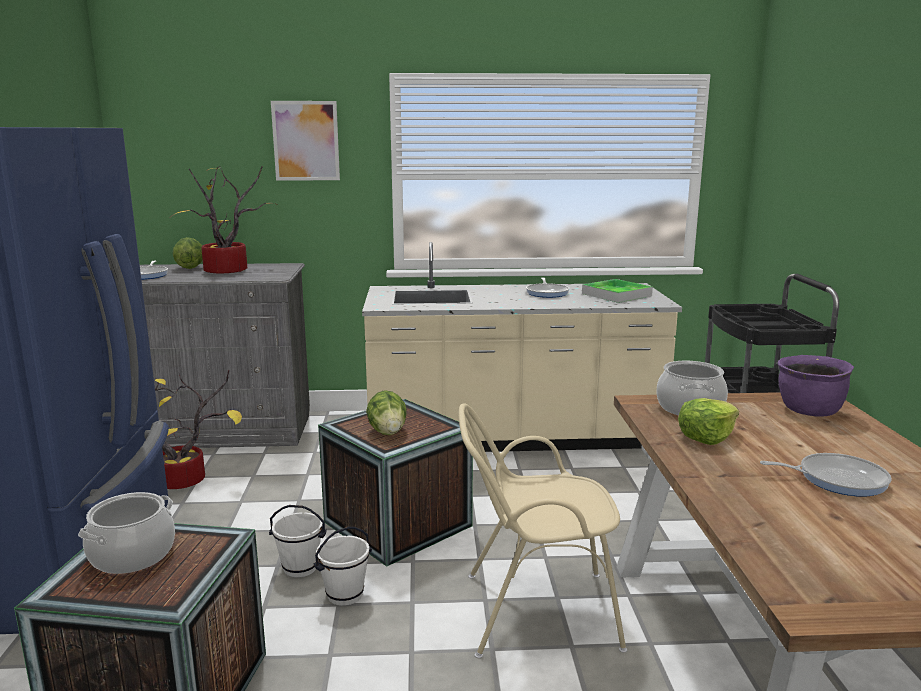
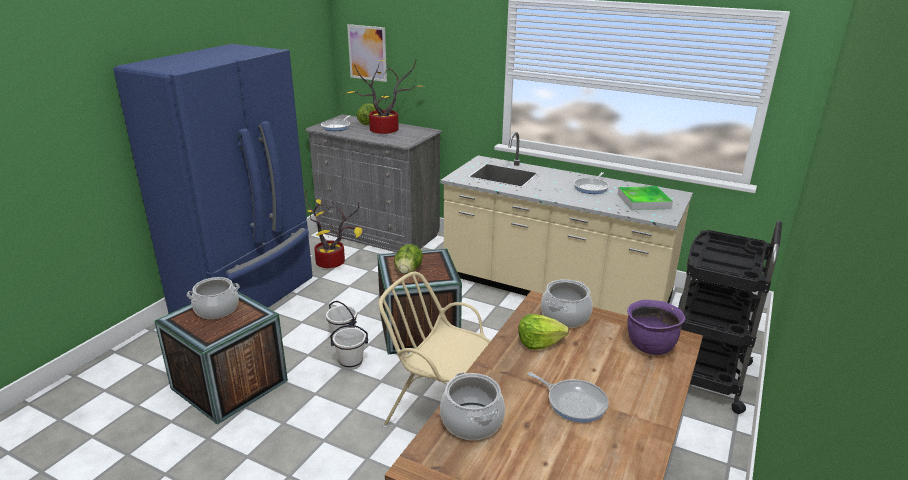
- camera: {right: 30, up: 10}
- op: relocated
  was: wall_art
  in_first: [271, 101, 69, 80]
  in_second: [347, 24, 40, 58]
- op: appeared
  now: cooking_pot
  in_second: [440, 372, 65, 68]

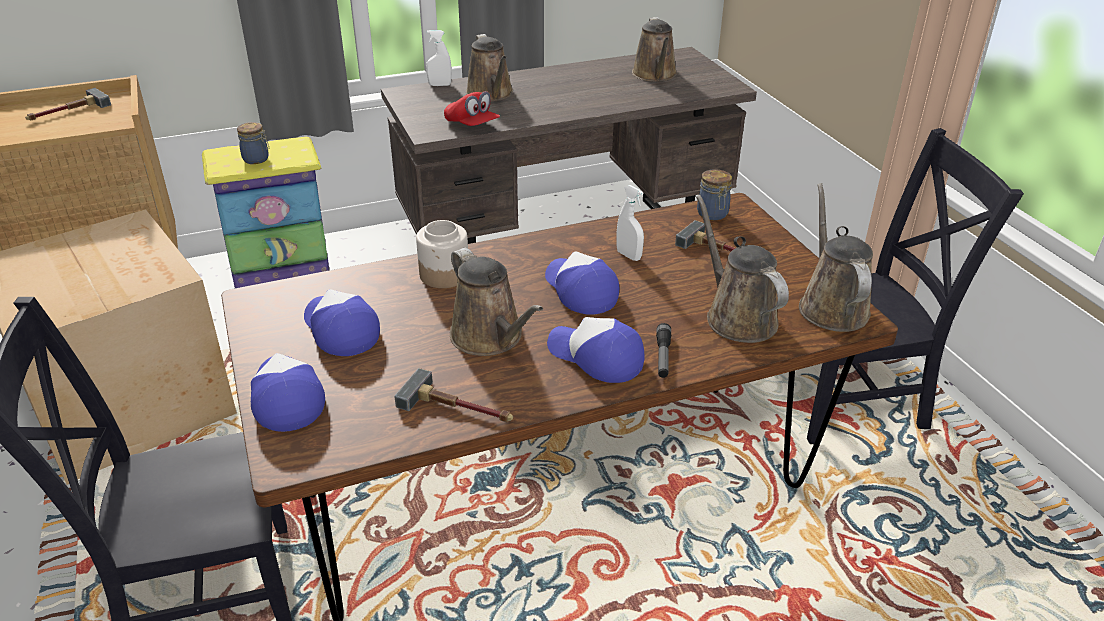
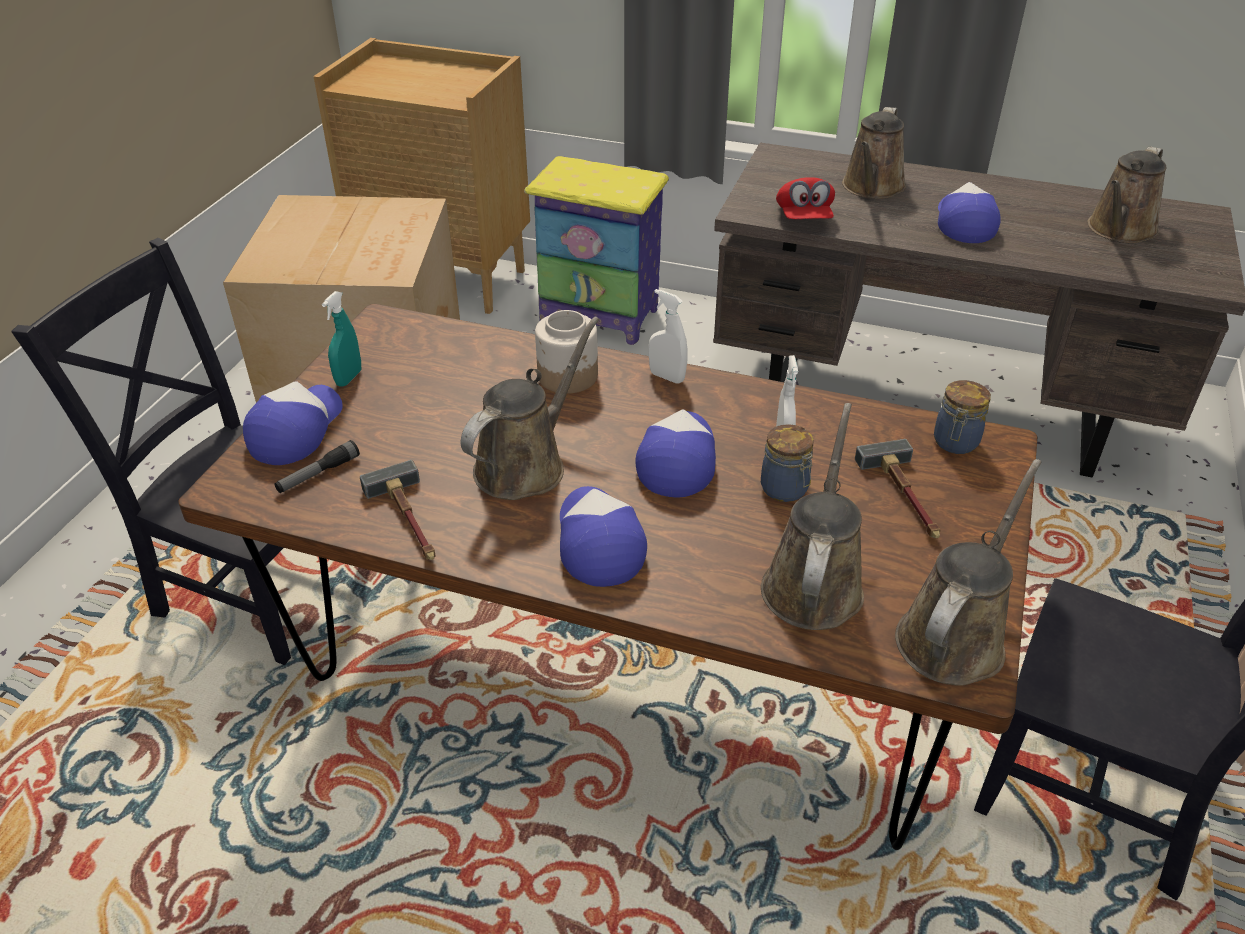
- camera: {right: 40, up: 5}
- op: relocated
  was: flashlight
  in_first: [656, 323, 15, 55]
  in_second: [275, 440, 85, 53]
- op: appeared
  now: turquoise-coloured_spray_bottle
  in_second: [322, 291, 39, 96]
- op: spun
  was: brown-coloured_sprinkling_can
  in_first: [450, 248, 93, 108]
  in_second: [461, 317, 138, 183]
  clockwise: -150
- op: relocated
  was: white-coloured_spray_bottle
  in_first: [426, 30, 26, 56]
  in_second: [649, 289, 39, 95]
- op: relocated
  was: jar
  in_first: [237, 122, 32, 42]
  in_second: [761, 424, 53, 78]
- op: relocated
  was: baseball_cap
  in_first: [304, 289, 76, 67]
  in_second: [938, 182, 63, 61]
- op: missing
  was: hammer
  in_first: [25, 88, 86, 33]

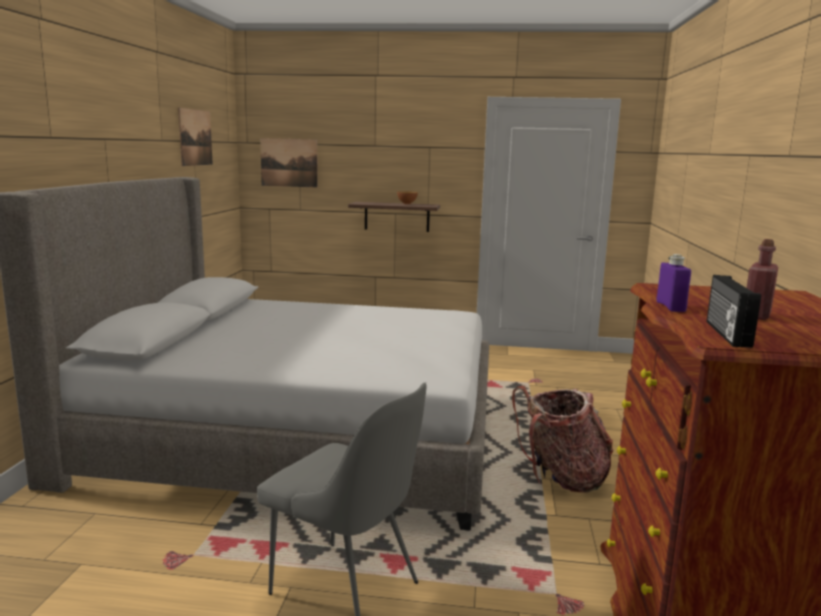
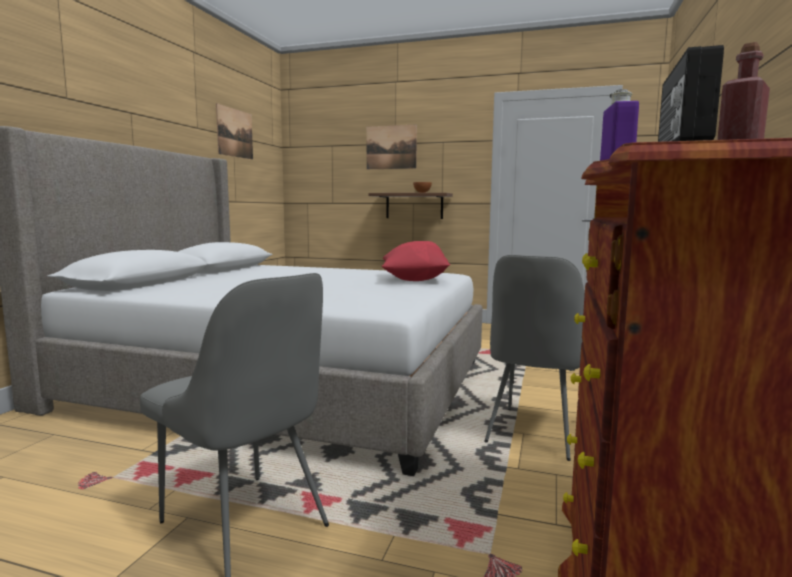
- camera: {right: 10, up: -5}
- op: relocated
  was: wall_art
  in_first: [260, 138, 58, 49]
  in_second: [367, 124, 50, 45]
- op: appeared
  now: red-coloured_throw_pillow
  in_second: [382, 241, 68, 40]
- op: exchanged
  was: knapsack
  now: greyish_upright_chair
  in_first: [512, 386, 102, 107]
  in_second: [484, 255, 101, 206]

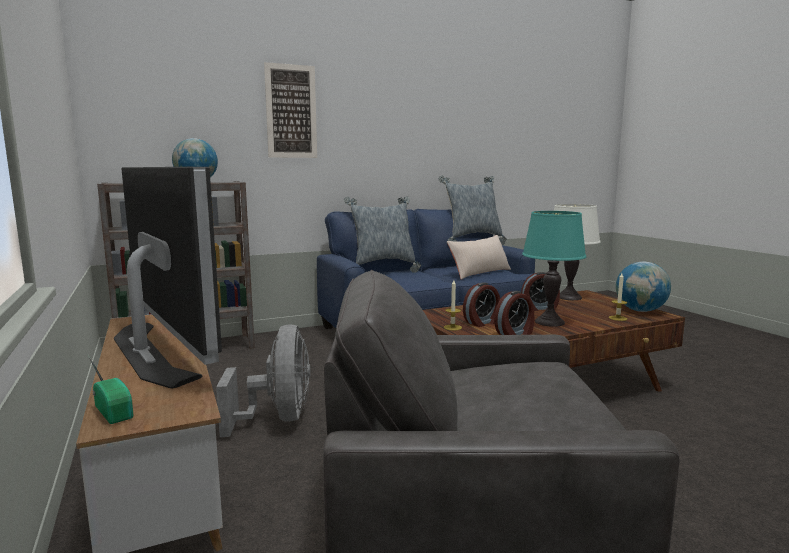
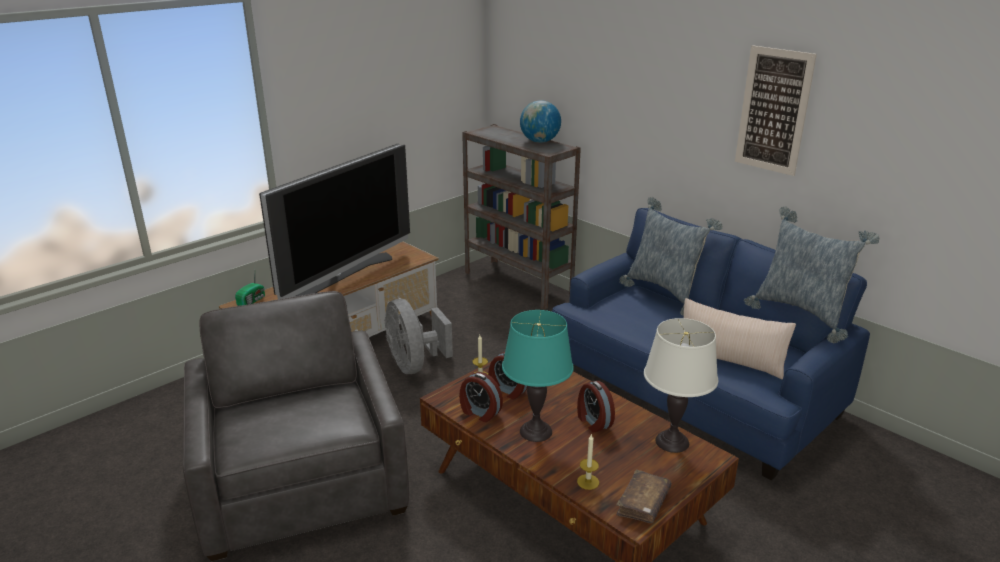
- camera: {right: 70, up: 15}
- op: spun
  was: greyish_fan
  in_first: [216, 324, 94, 113]
  in_second: [385, 299, 68, 75]
  clockwise: 90
- op: exchanged
  was: globe
  now: brown-coloured_volume
  in_first: [616, 262, 55, 50]
  in_second: [616, 470, 55, 53]
- op: relocated
  was: wall_art
  in_first: [264, 62, 53, 96]
  in_second: [735, 45, 82, 131]

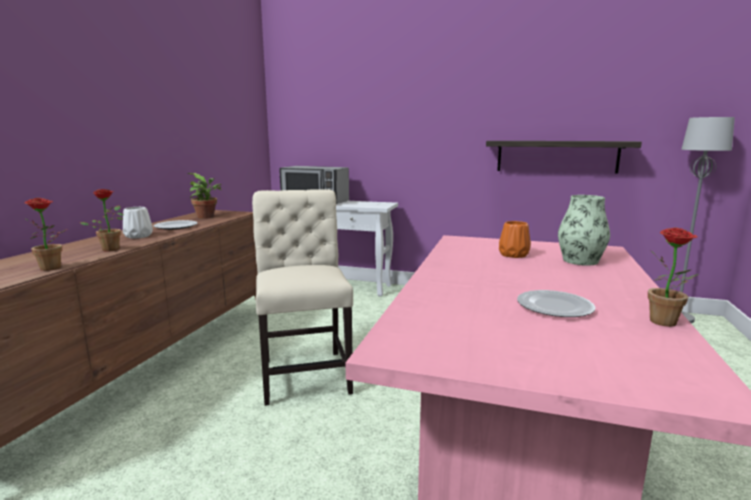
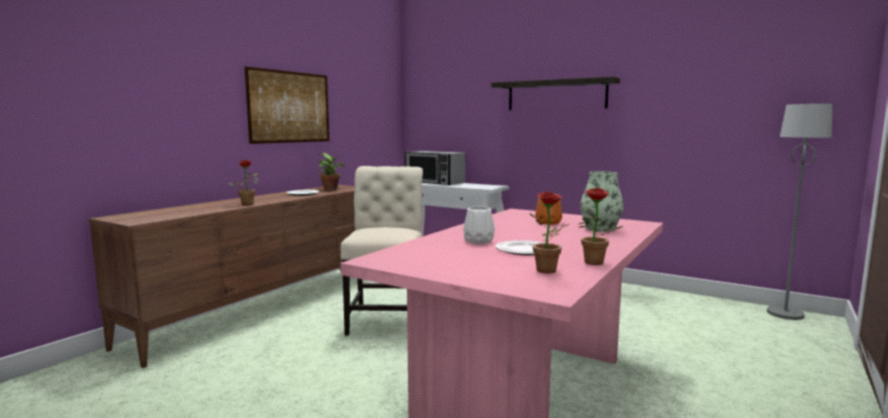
- camera: {right: 15, up: -5}
- op: appeared
  now: wall_art
  in_second: [245, 66, 84, 78]
- op: relocated
  was: white-coloured_vase
  in_first: [123, 207, 30, 32]
  in_second: [463, 207, 32, 37]
- op: relocated
  was: shelf
  in_first: [486, 141, 156, 33]
  in_second: [491, 76, 129, 34]
- op: relocated
  was: potted_plant
  in_first: [24, 198, 43, 73]
  in_second: [529, 192, 40, 81]

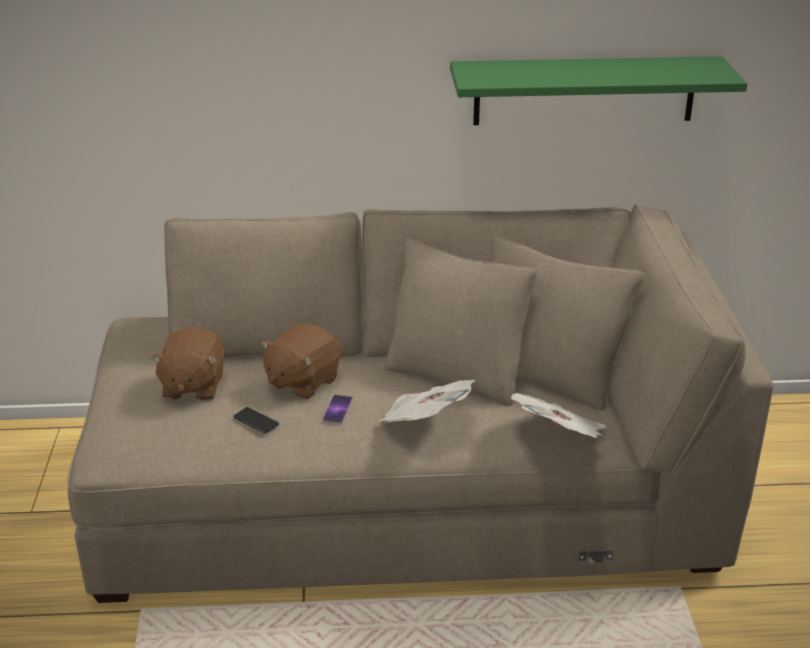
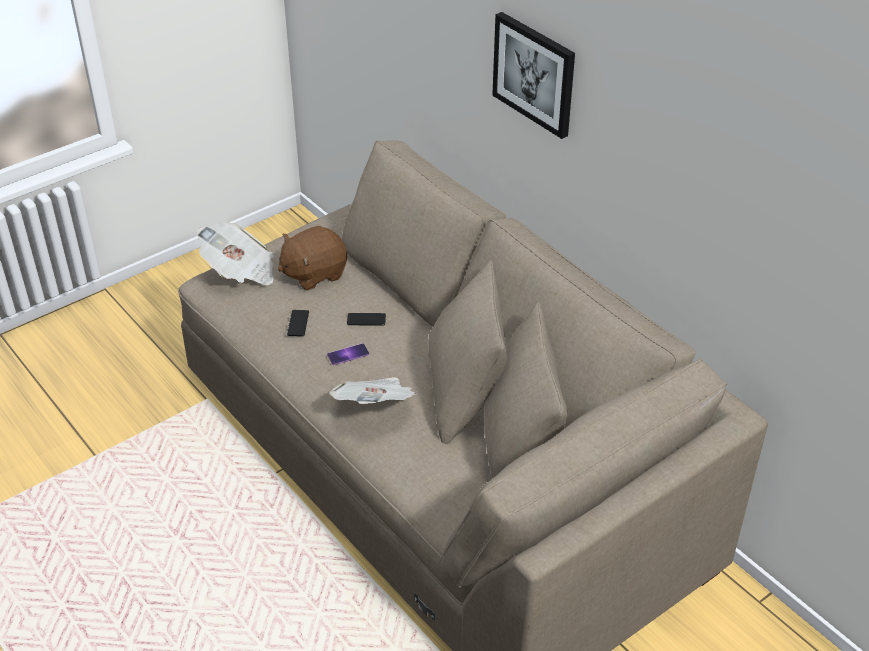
- camera: {right: 55, up: 10}
- op: relocated
  was: newspaper
  in_first: [511, 393, 95, 45]
  in_second: [196, 222, 78, 63]
- op: exchanged
  was: brown-coloured_plush_toy
  now: telephone
  in_first: [261, 324, 80, 75]
  in_second: [347, 313, 39, 13]
- op: appeared
  now: wall_art
  in_second: [492, 12, 83, 127]
- op: missing
  was: greenish_shelf
  in_first: [450, 56, 297, 69]

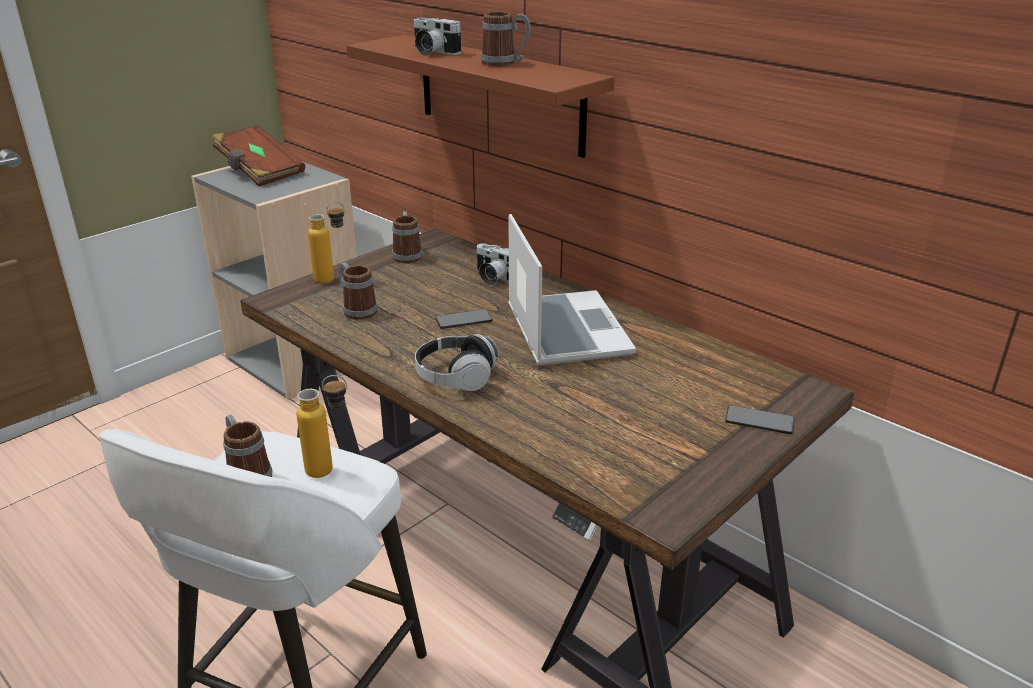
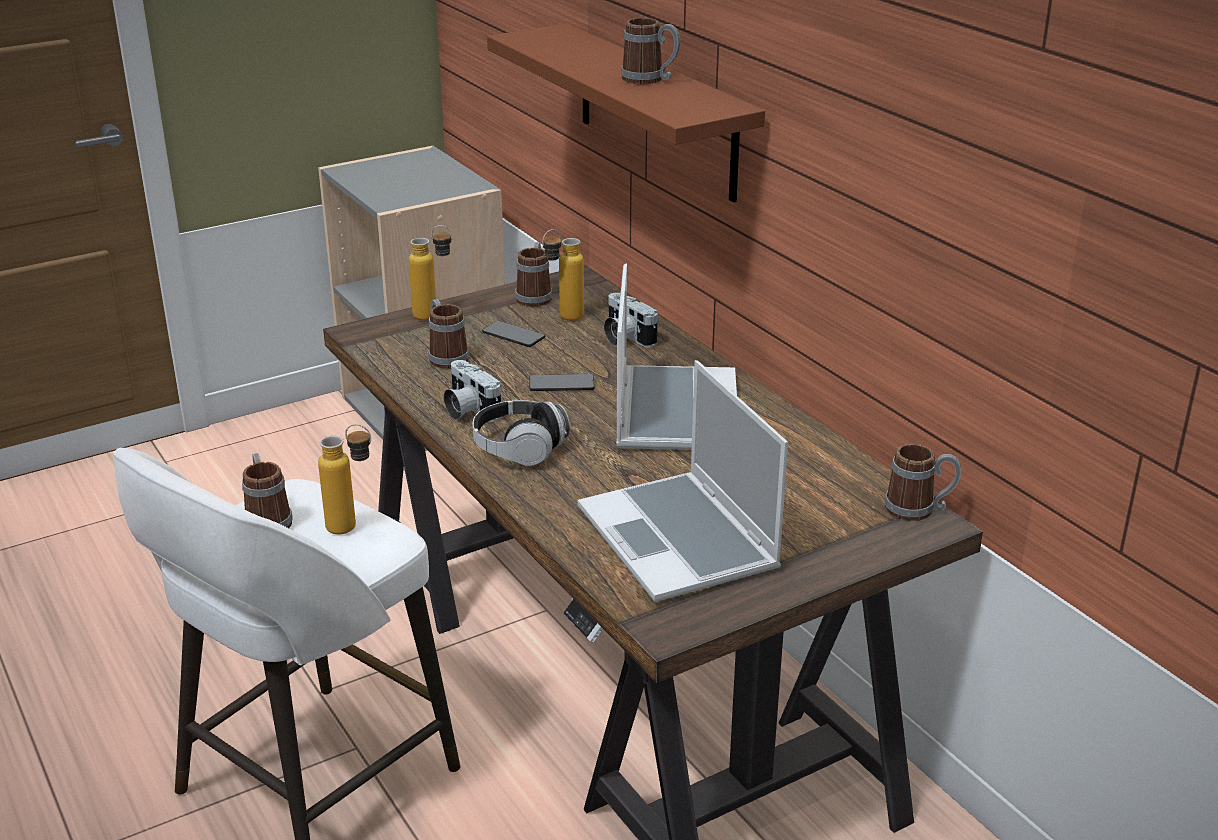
- camera: {right: 15, up: 0}
- op: relocated
  was: photo_camera
  in_first: [414, 17, 47, 39]
  in_second: [444, 360, 58, 62]
- op: relocated
  was: telephone
  in_first: [725, 405, 69, 29]
  in_second: [482, 321, 63, 26]
- op: appeared
  now: beverage_bottle
  in_second: [542, 229, 42, 92]
- op: appeared
  now: portable_computer
  in_second: [578, 360, 210, 242]
- op: appeared
  now: coffee_mug
  in_second: [884, 444, 77, 77]
- op: missing
  was: brown-coloured_volume
  in_first: [212, 125, 93, 61]

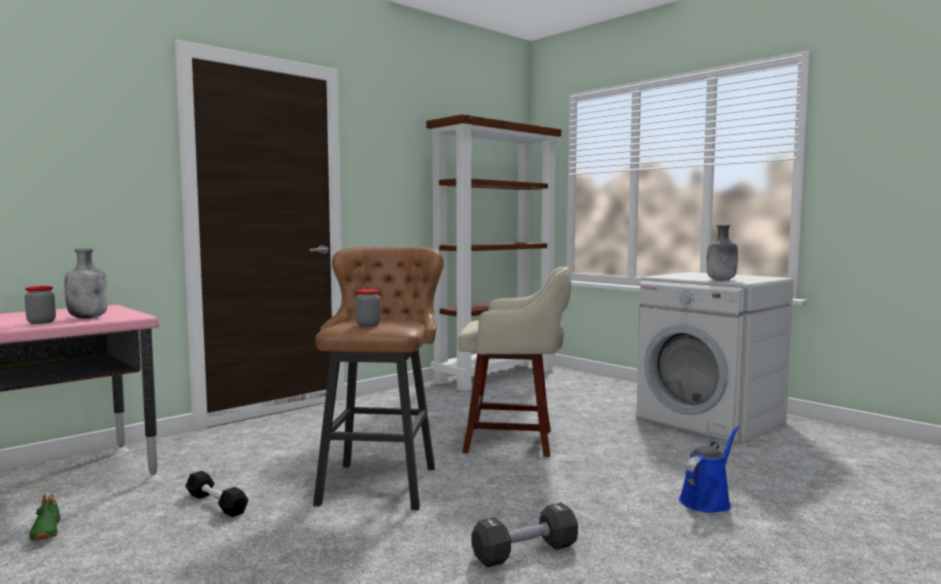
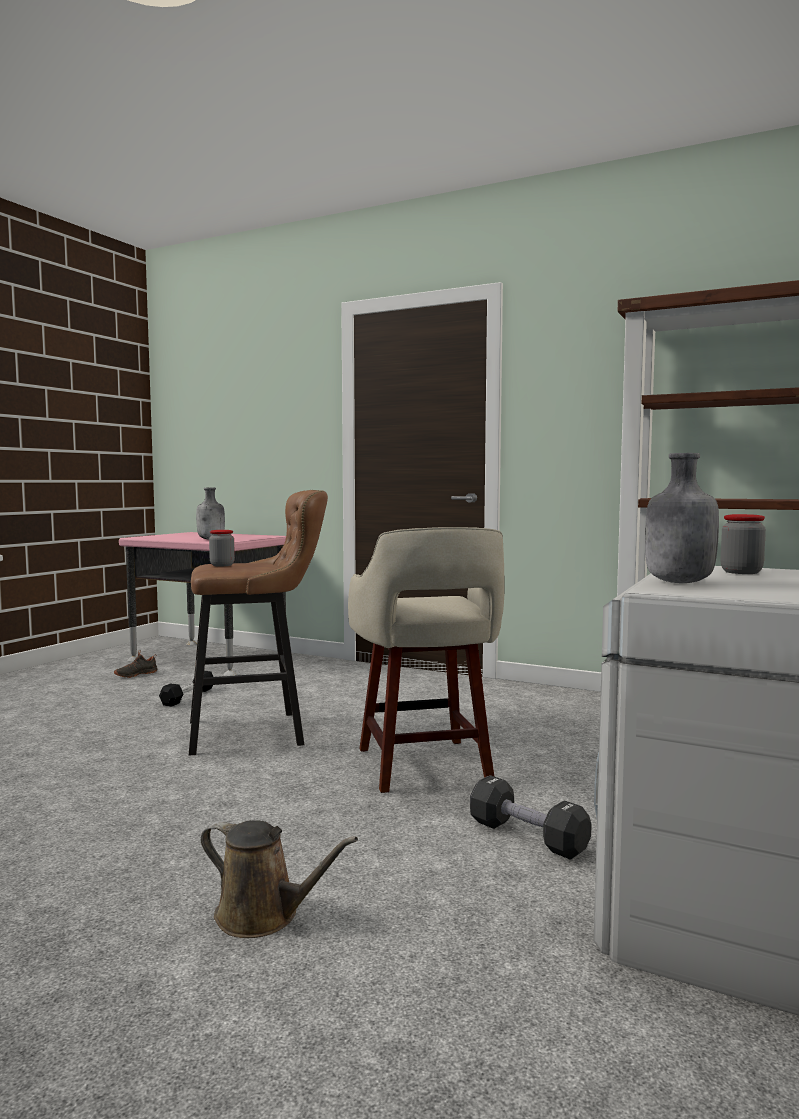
- camera: {right: 70, up: 0}
- op: colour
  was: greenish_shoe
  now: black-coloured_shoe
  in_first: [29, 494, 32, 47]
  in_second: [114, 650, 43, 28]
- op: colour
  was: blue_sprinkling_can
  now: brown-coloured_sprinkling_can
  in_first: [679, 426, 60, 87]
  in_second: [201, 820, 157, 118]
- op: relocated
  was: black-coloured_hand_weight
  in_first: [472, 503, 106, 64]
  in_second: [470, 775, 122, 85]
- op: relocated
  was: jar
  in_first: [25, 286, 31, 38]
  in_second: [721, 514, 45, 60]

